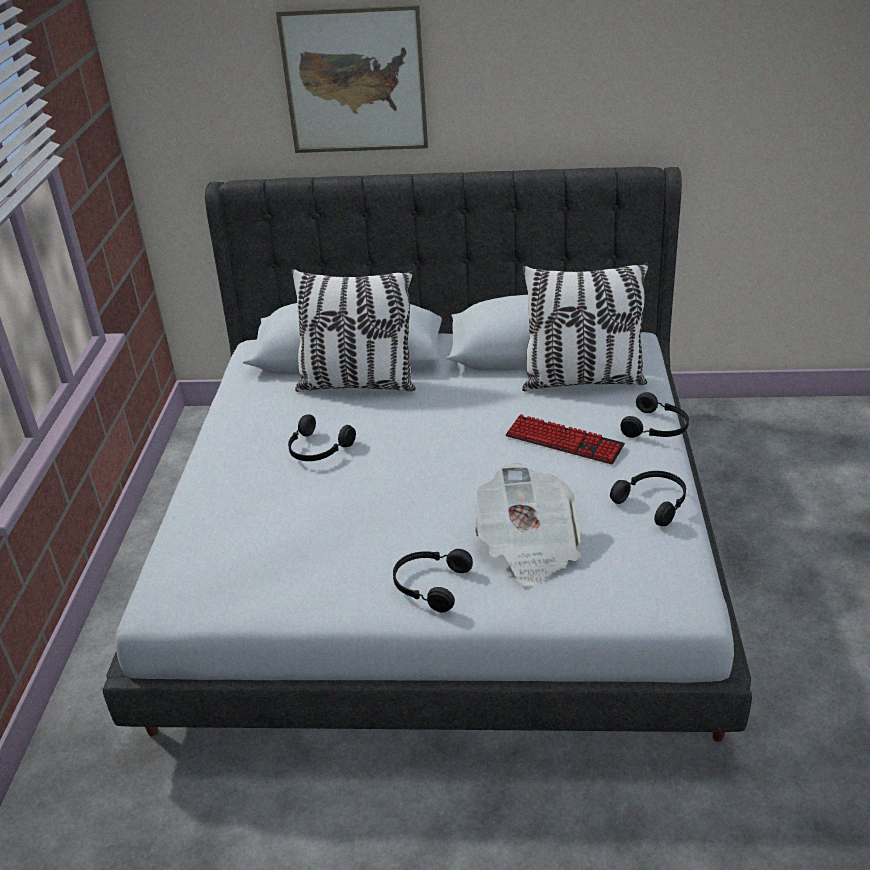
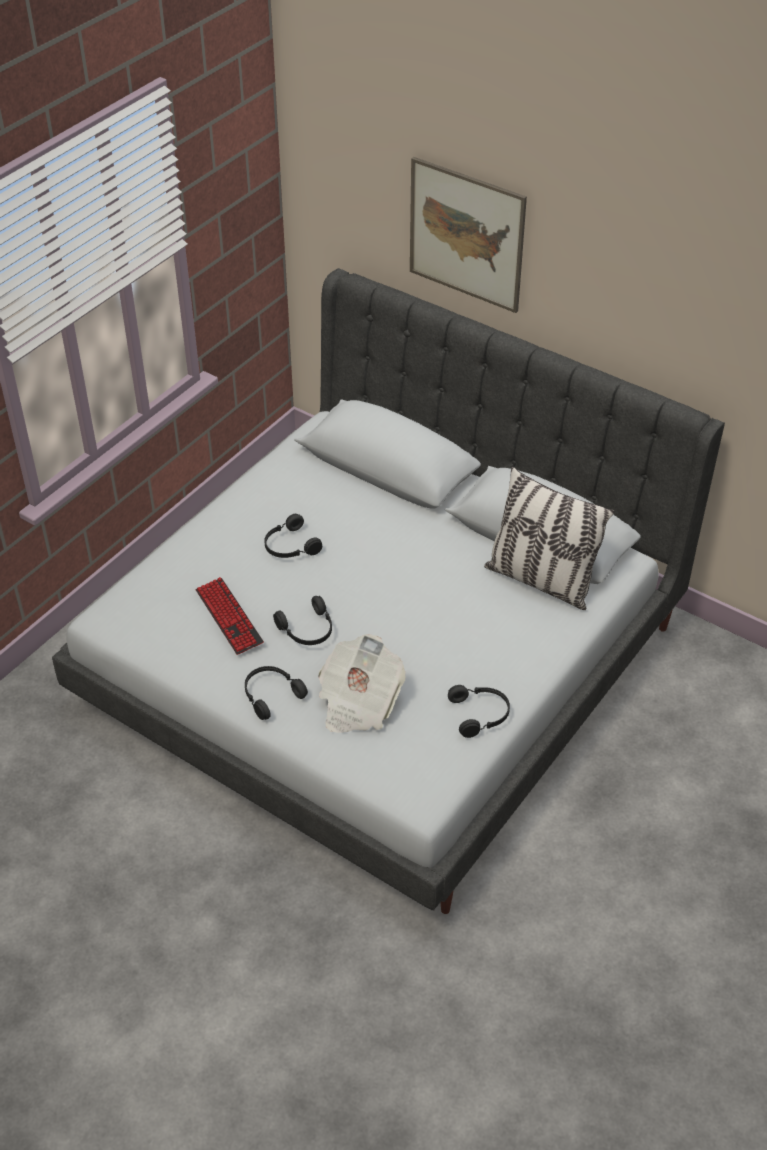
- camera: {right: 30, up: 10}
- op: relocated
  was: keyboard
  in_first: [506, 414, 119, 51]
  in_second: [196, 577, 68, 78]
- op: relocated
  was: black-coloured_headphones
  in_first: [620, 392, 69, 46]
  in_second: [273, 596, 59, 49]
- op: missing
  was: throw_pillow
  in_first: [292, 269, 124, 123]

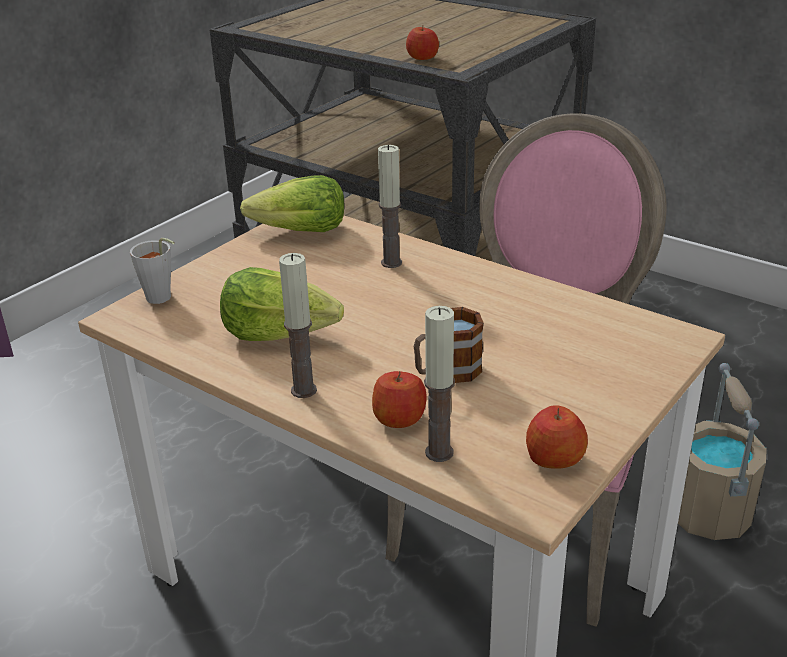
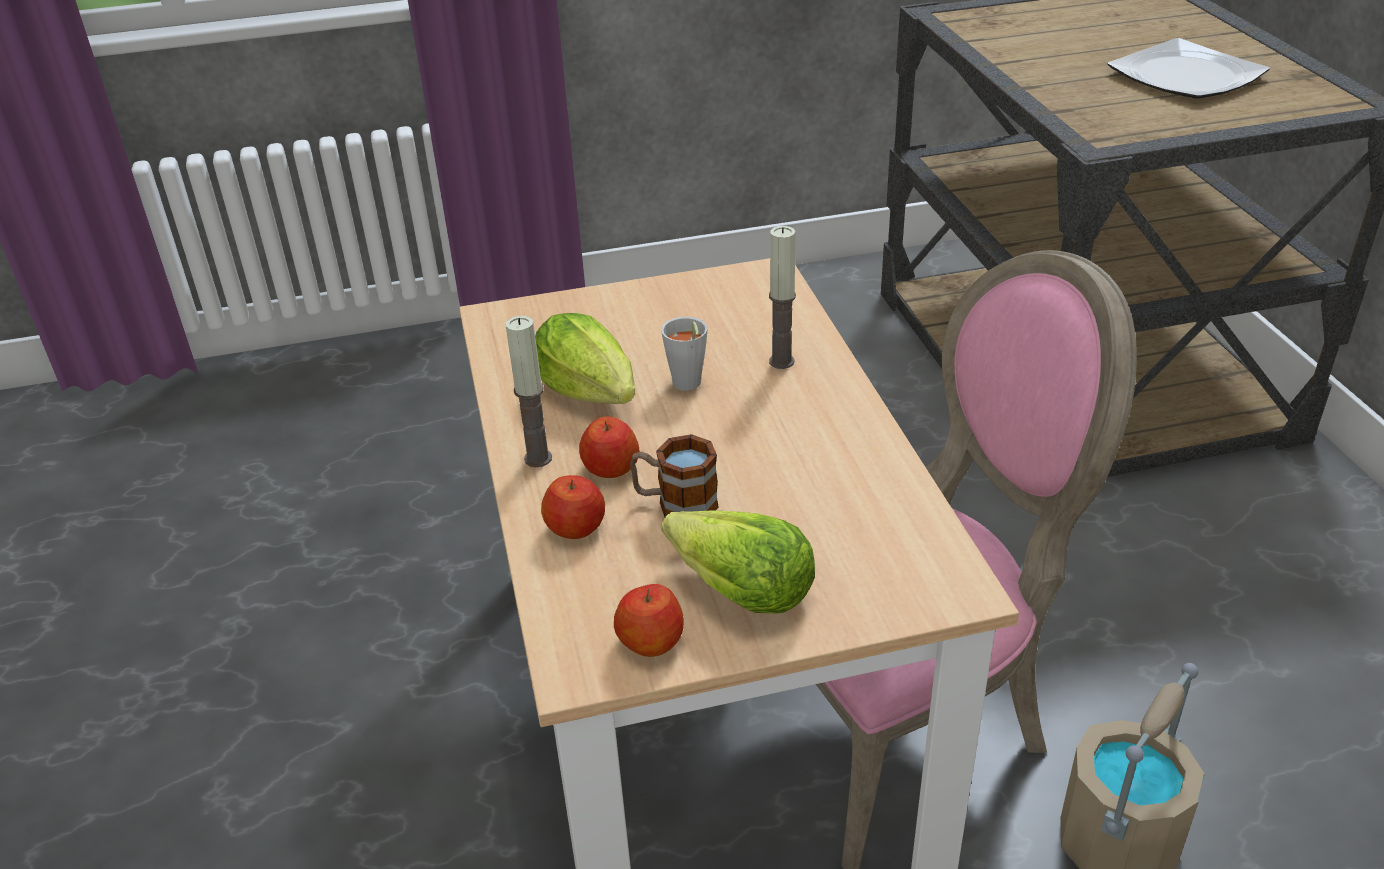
- camera: {right: 40, up: 5}
- op: relocated
  was: whole_apple
  in_first: [406, 27, 33, 33]
  in_second: [579, 417, 60, 61]
- op: relocated
  was: greyish_drinking_cup
  in_first: [130, 238, 45, 66]
  in_second: [661, 317, 47, 74]
- op: relocated
  was: lettuce_head
  in_first: [240, 175, 104, 57]
  in_second: [662, 511, 153, 102]
- op: appeared
  now: dinner_plate
  in_second: [1107, 38, 163, 61]
- op: missing
  was: wax_candle
  in_first: [424, 306, 31, 156]

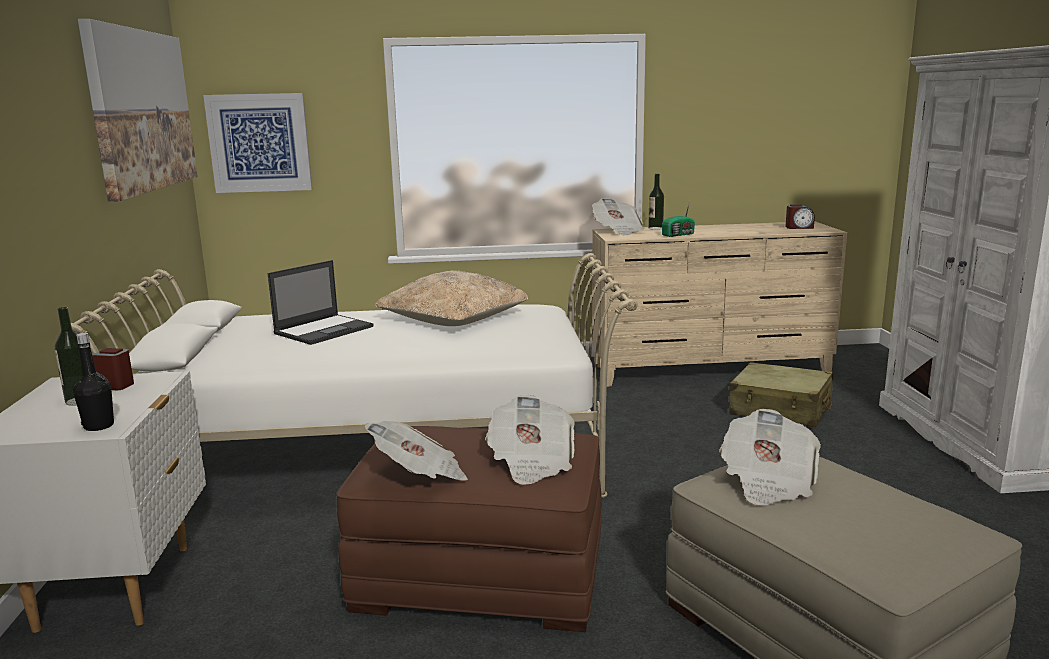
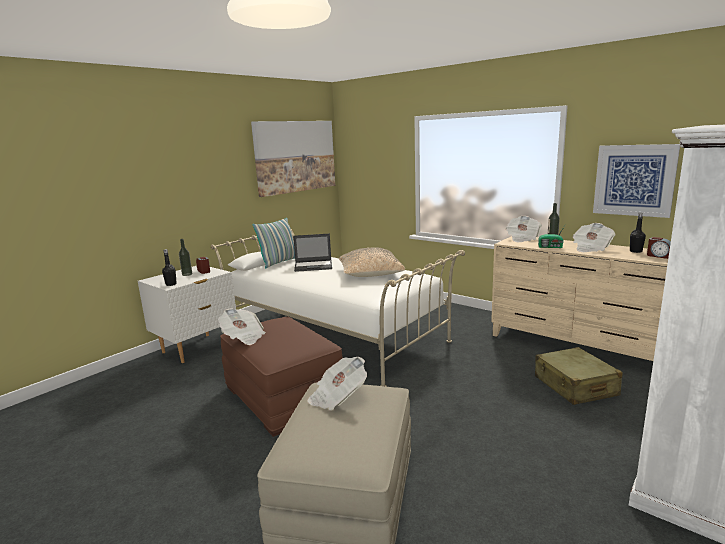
- camera: {right: 45, up: 0}
- op: appeared
  now: throw_pillow
  in_second: [252, 218, 43, 50]
- op: relocated
  was: newspaper
  in_first: [485, 395, 90, 90]
  in_second: [573, 223, 42, 29]
- op: relocated
  was: wall_art
  in_first: [203, 93, 109, 100]
  in_second: [593, 144, 87, 74]
- op: appeared
  now: black-coloured_beverage_bottle
  in_second: [630, 213, 16, 40]

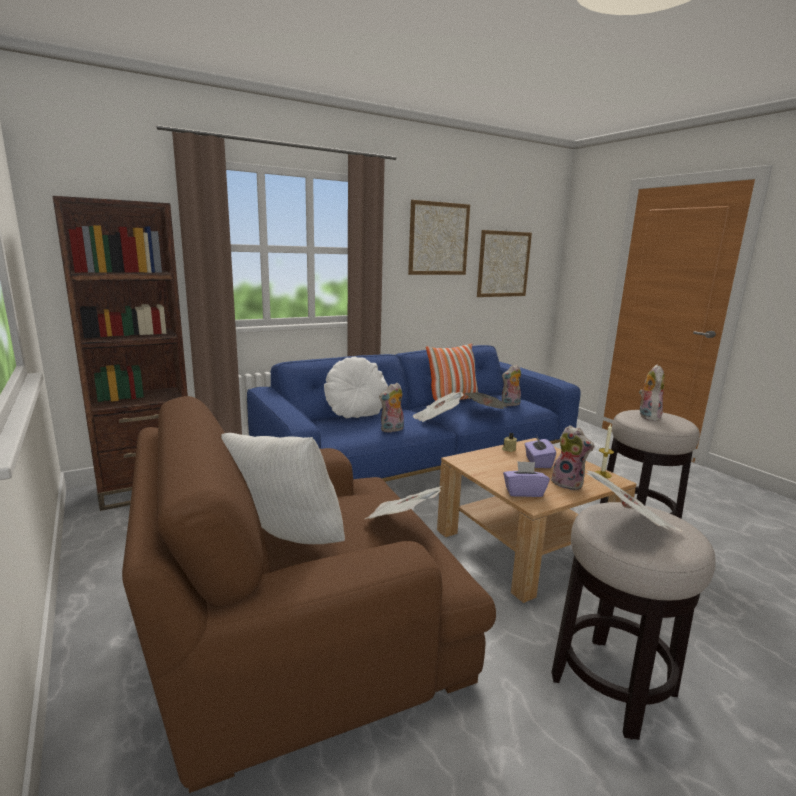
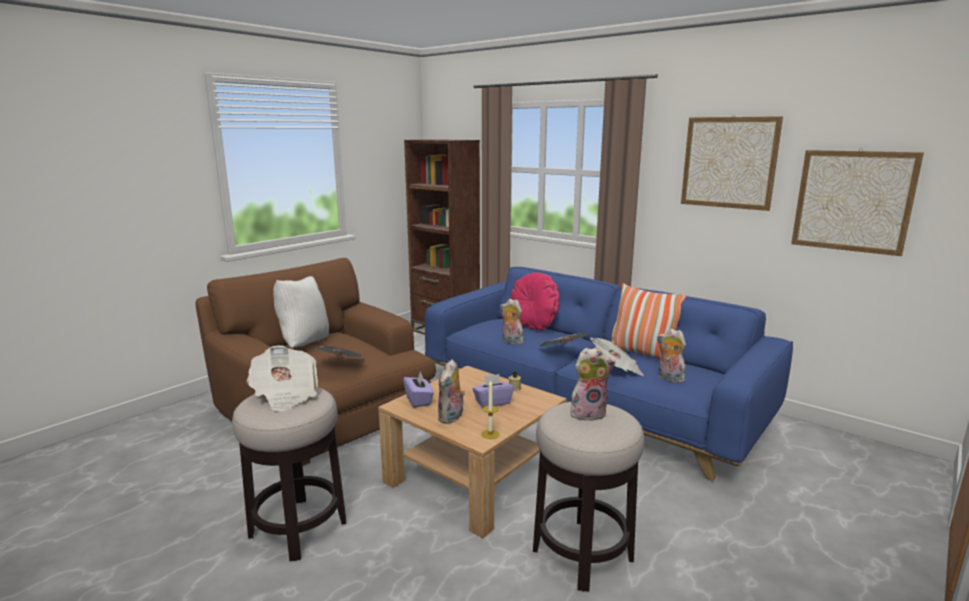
- camera: {right: 70, up: 0}
- op: colour
  was: white-coloured_throw_pillow
  now: pink_throw_pillow
  in_first: [324, 357, 64, 61]
  in_second: [510, 272, 50, 59]

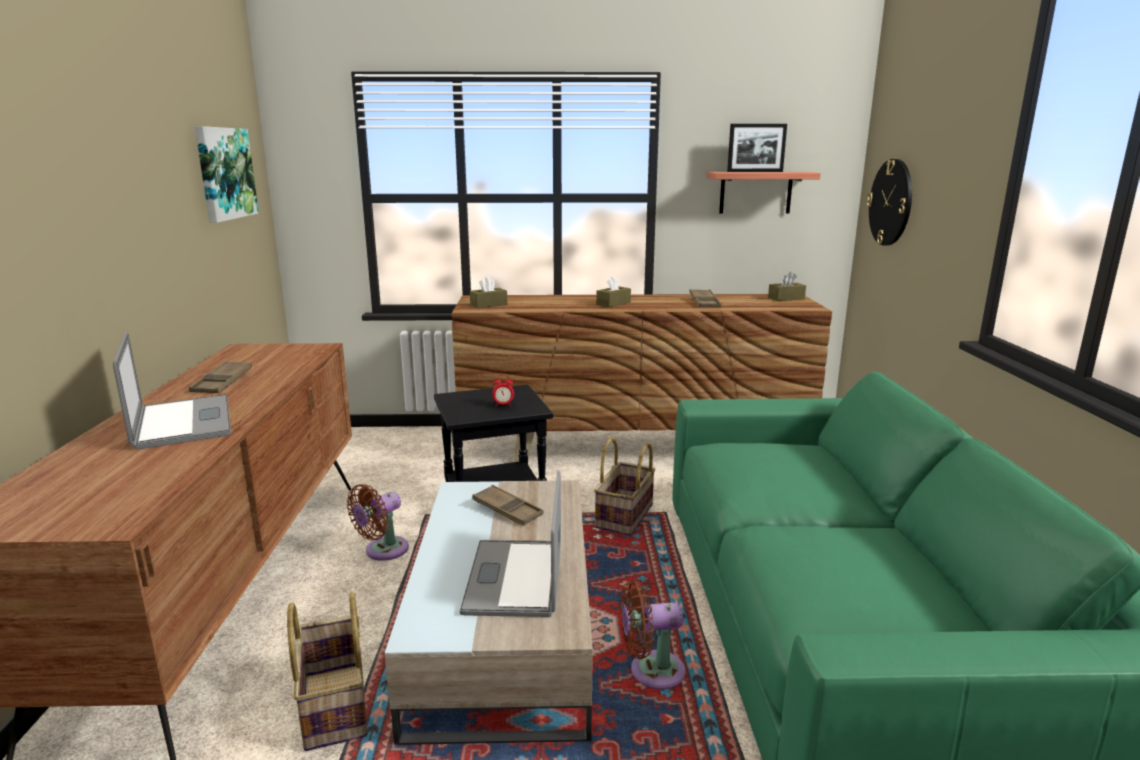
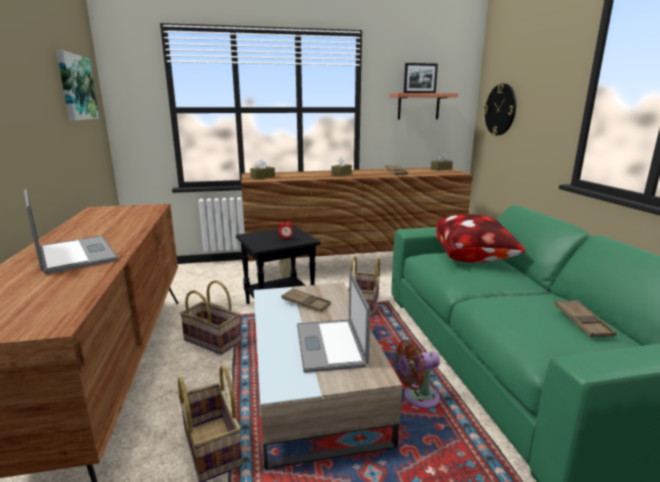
- camera: {right: -10, up: 0}
- op: exchanged
  was: brown-coloured_fan
  now: basket
  in_first: [347, 484, 62, 77]
  in_second: [180, 280, 61, 74]
- op: appeared
  now: throw_pillow
  in_second: [436, 214, 90, 49]
- op: relocated
  was: brown-coloured_carrying_tray
  in_first: [189, 361, 63, 32]
  in_second: [554, 300, 62, 37]

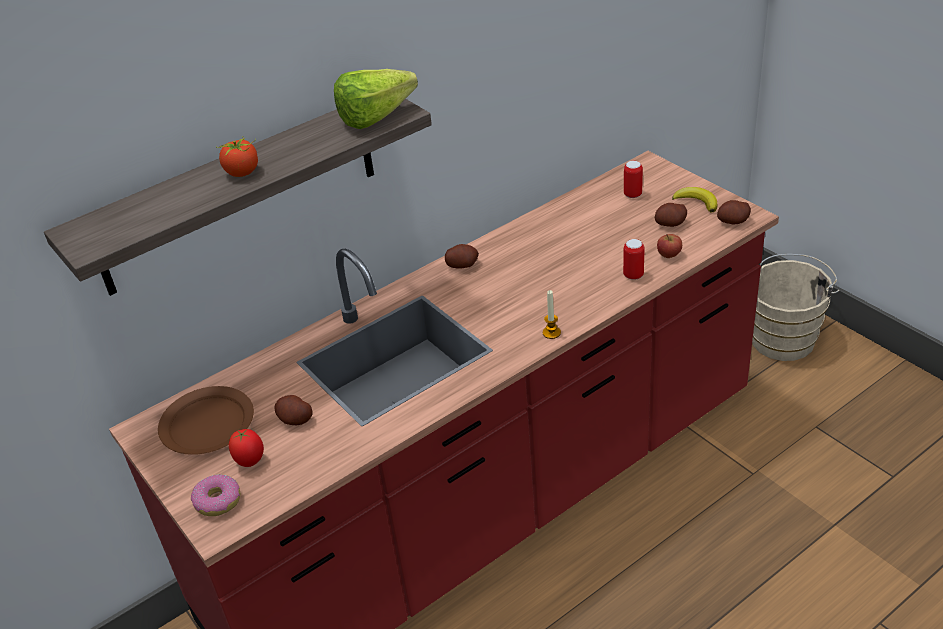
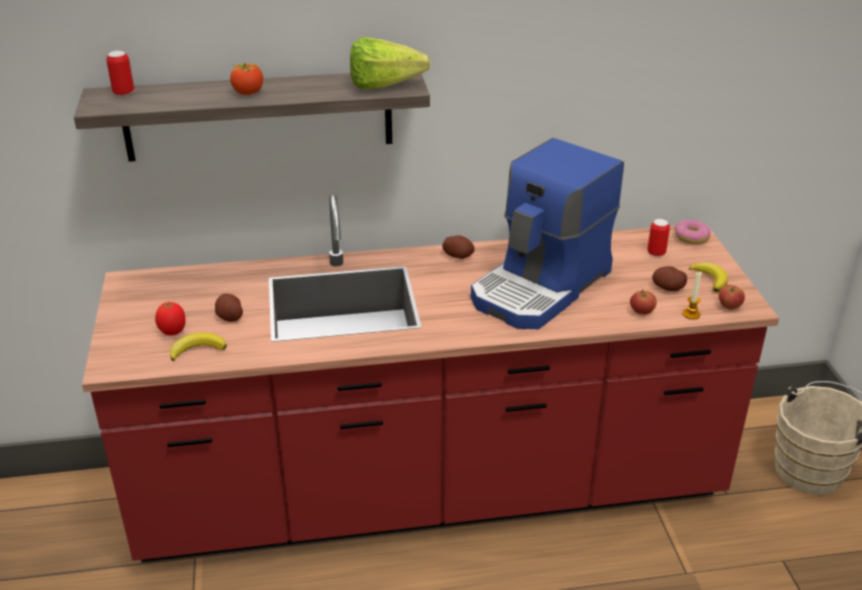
- camera: {right: 25, up: -5}
- op: relocated
  was: sealed_can
  in_first: [623, 239, 22, 41]
  in_second: [106, 51, 28, 45]
- op: appeared
  now: banana
  in_second: [170, 332, 57, 29]
- op: appeared
  now: coffee_maker
  in_second: [471, 138, 153, 191]
- op: relocated
  was: donut
  in_first: [191, 474, 49, 42]
  in_second: [675, 220, 36, 24]
- op: relocated
  was: wax_candle
  in_first: [543, 290, 18, 49]
  in_second: [683, 272, 18, 48]
- op: exchanged
  was: potato
  now: whole_apple
  in_first: [717, 200, 34, 25]
  in_second: [719, 285, 26, 25]
- op: missing
  was: brown-coloured_dinner_plate
  in_first: [158, 386, 96, 69]

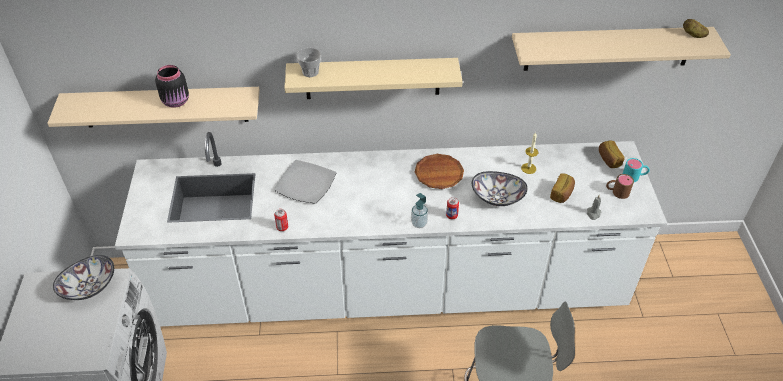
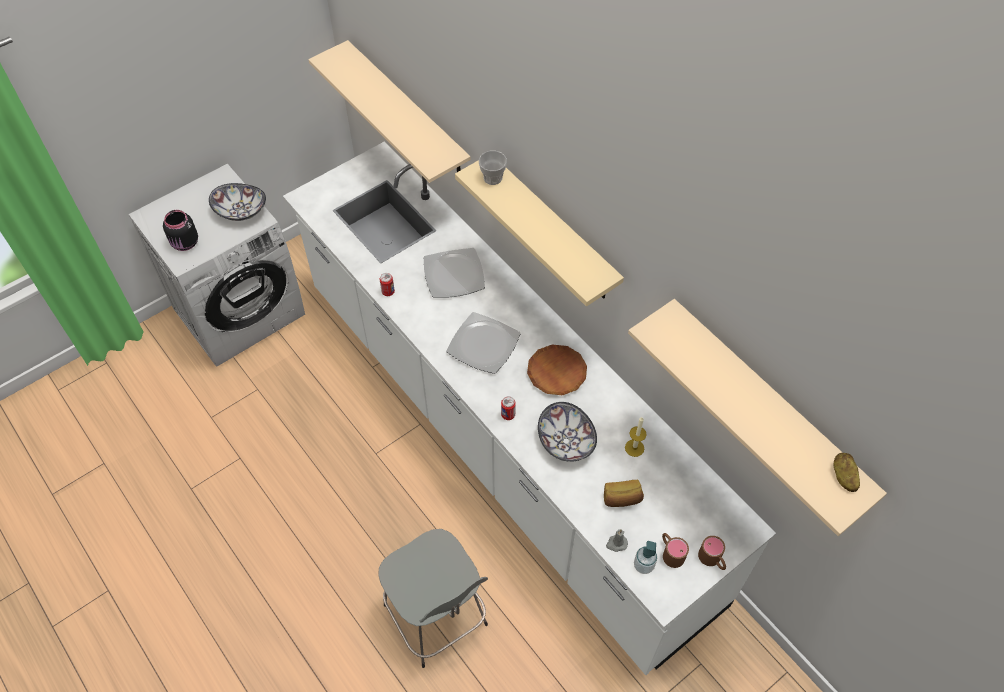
- camera: {right: 55, up: 10}
- op: relocated
  was: black-coloured_jar
  in_first: [155, 65, 34, 43]
  in_second: [163, 210, 35, 41]
- op: appeared
  now: dinner_plate
  in_second: [446, 312, 75, 62]
- op: relocated
  was: soap_bottle
  in_first: [411, 193, 17, 35]
  in_second: [634, 541, 23, 33]
- op: colour
  was: turquoise-coloured_coffee_mug
  now: brown-coloured_coffee_mug
  in_first: [623, 158, 27, 24]
  in_second: [698, 536, 28, 34]
- op: missing
  was: bread
  in_first: [599, 140, 26, 28]

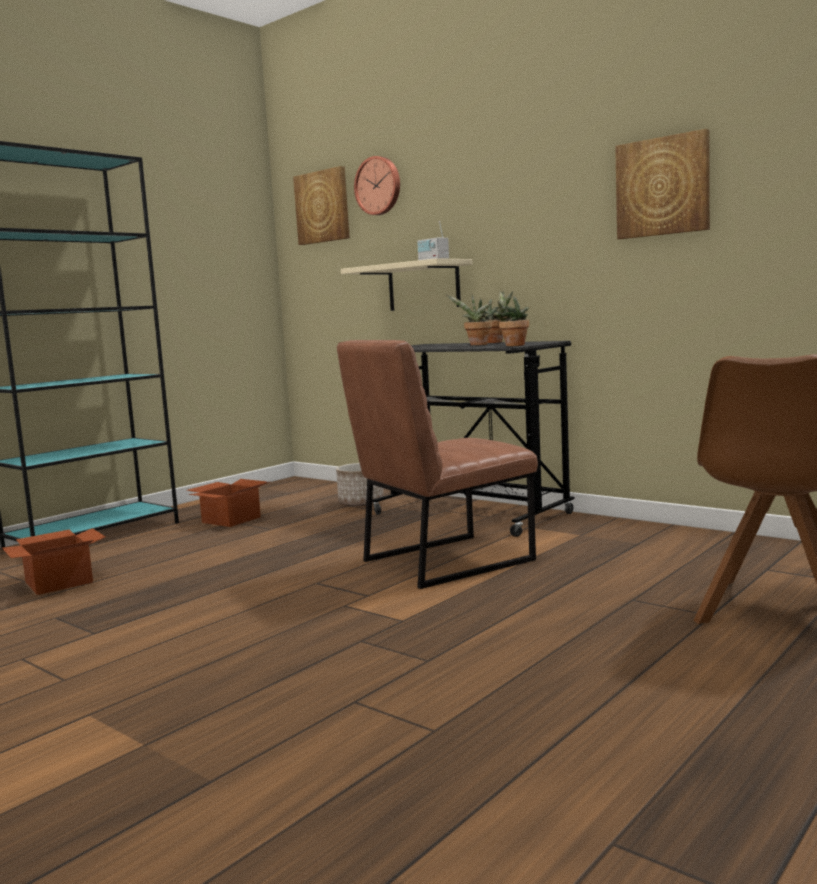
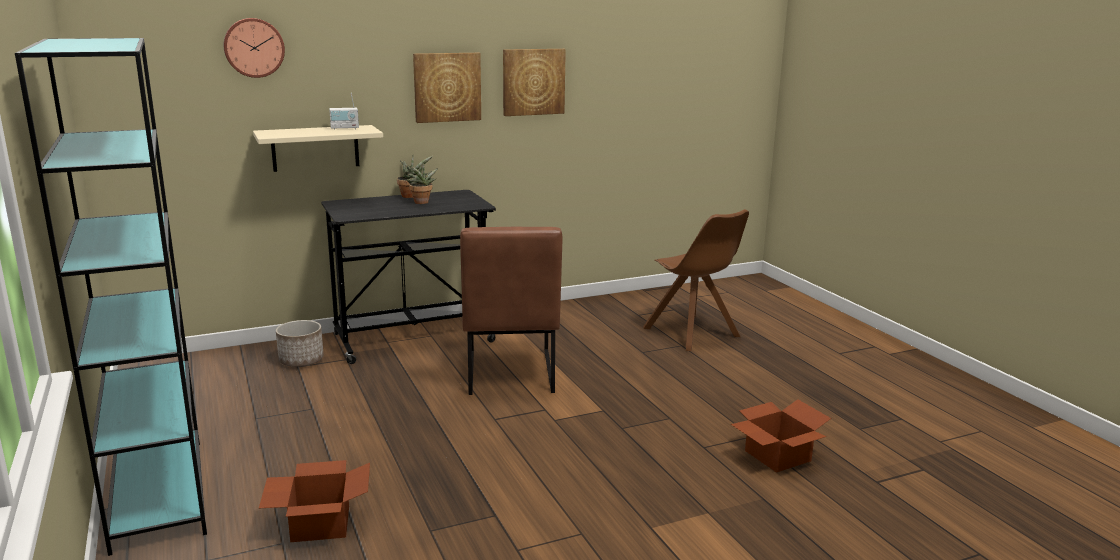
- camera: {right: -65, up: 10}
- op: relocated
  was: wall_art
  in_first: [293, 166, 57, 79]
  in_second: [413, 53, 68, 70]
- op: relocated
  was: packing_box
  in_first: [187, 479, 84, 48]
  in_second: [731, 399, 100, 74]
- op: missing
  was: potted_plant
  in_first: [493, 290, 36, 56]

